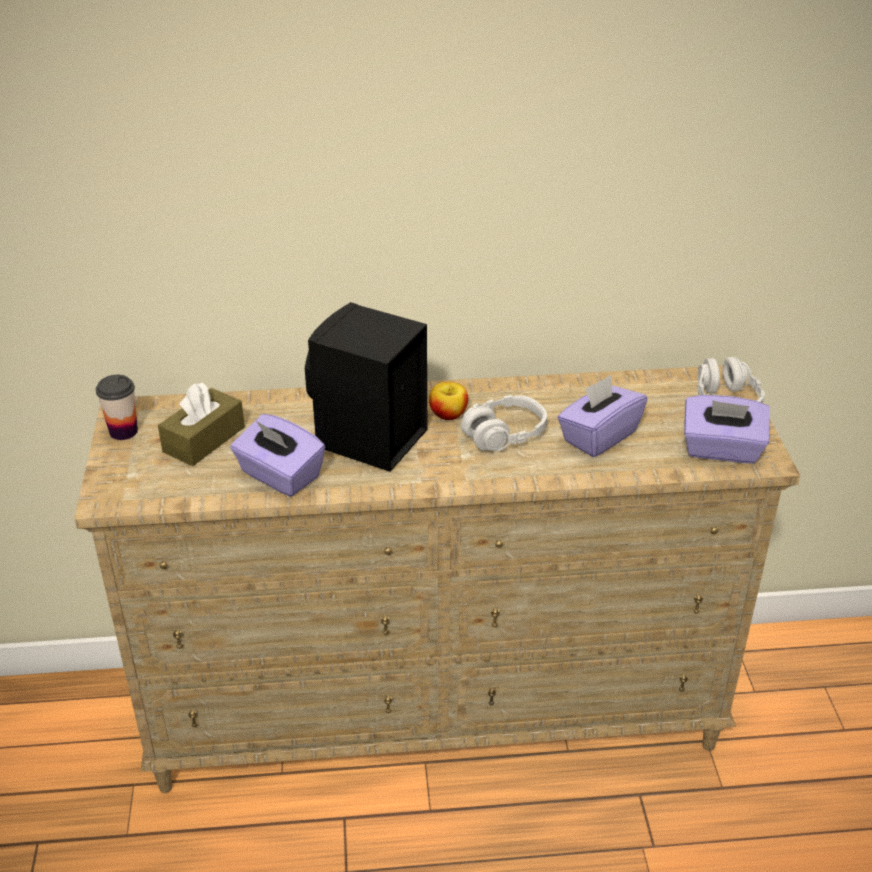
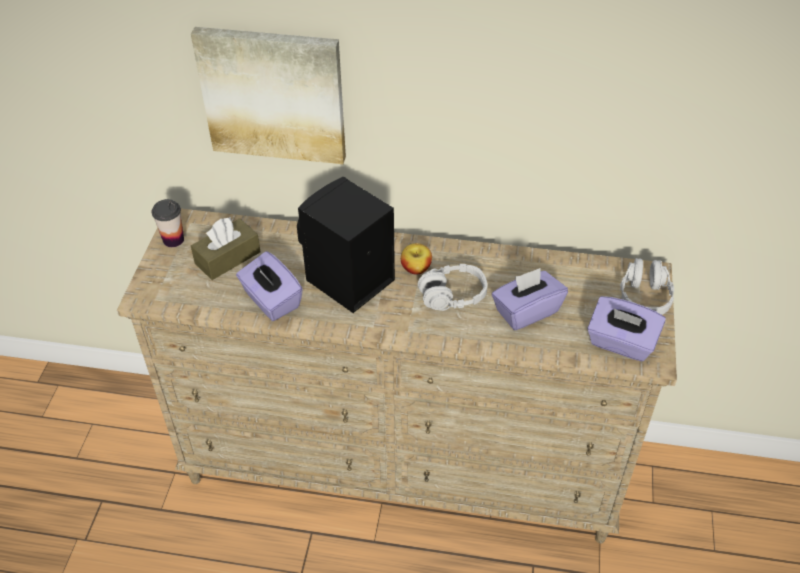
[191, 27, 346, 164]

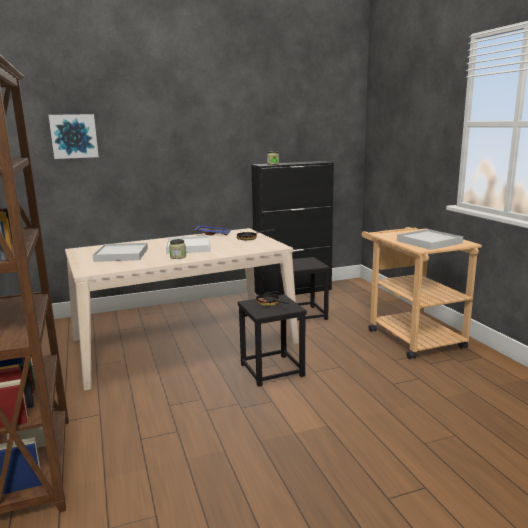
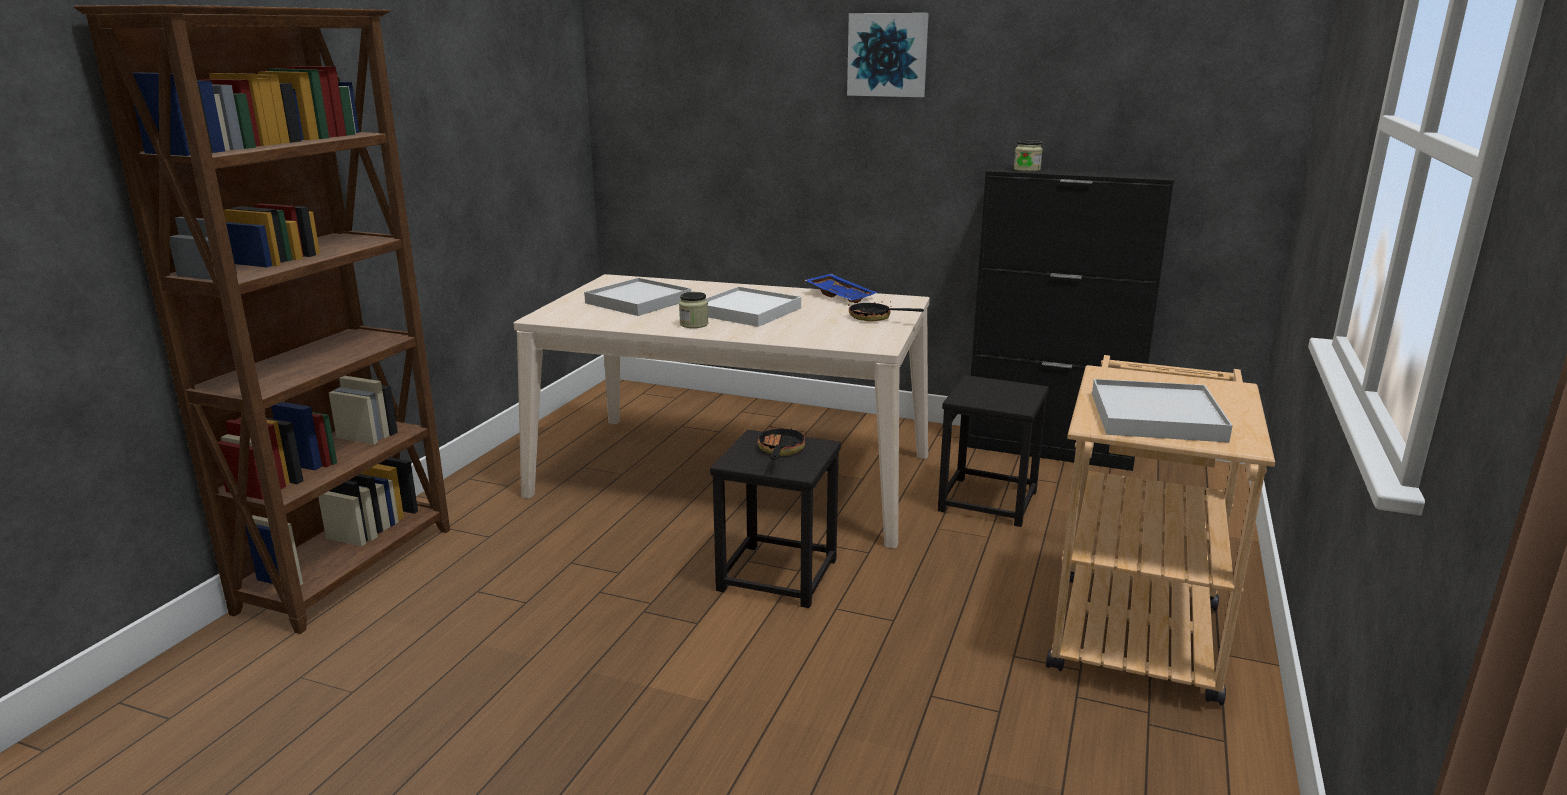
[847, 13, 929, 97]

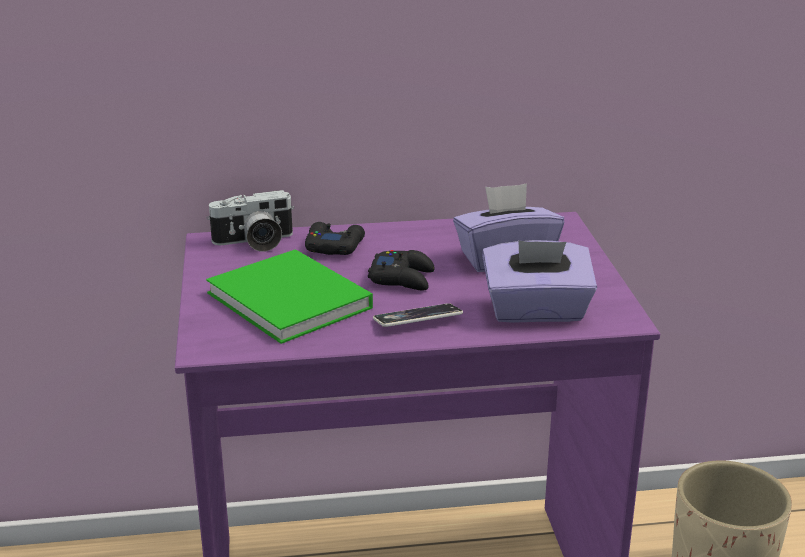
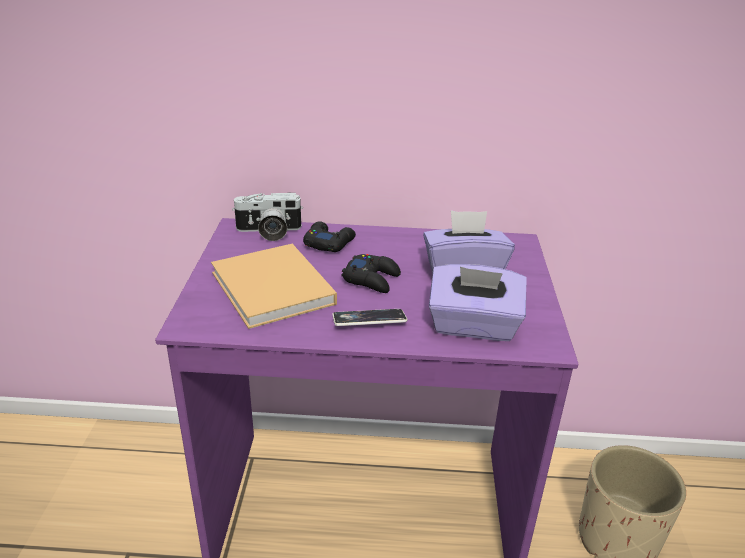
[211, 244, 337, 329]

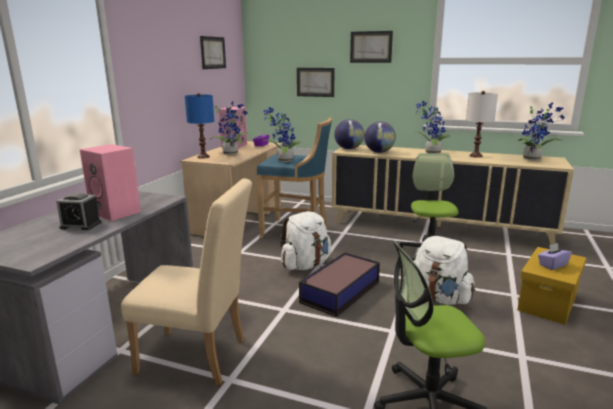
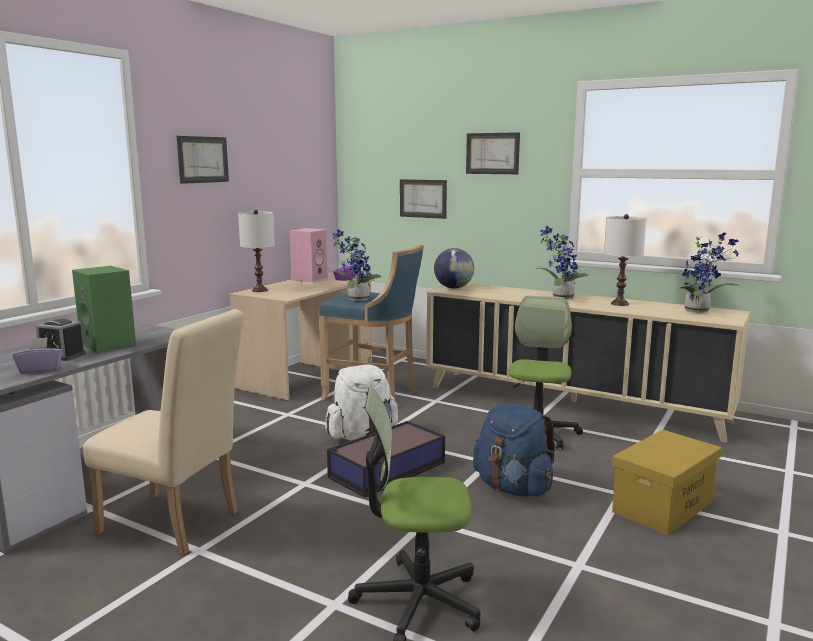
[12, 337, 63, 374]
[72, 266, 136, 354]
[177, 136, 229, 184]
[238, 210, 275, 292]
[473, 403, 556, 497]
[210, 101, 248, 155] (first image)
[364, 121, 396, 153] (first image)

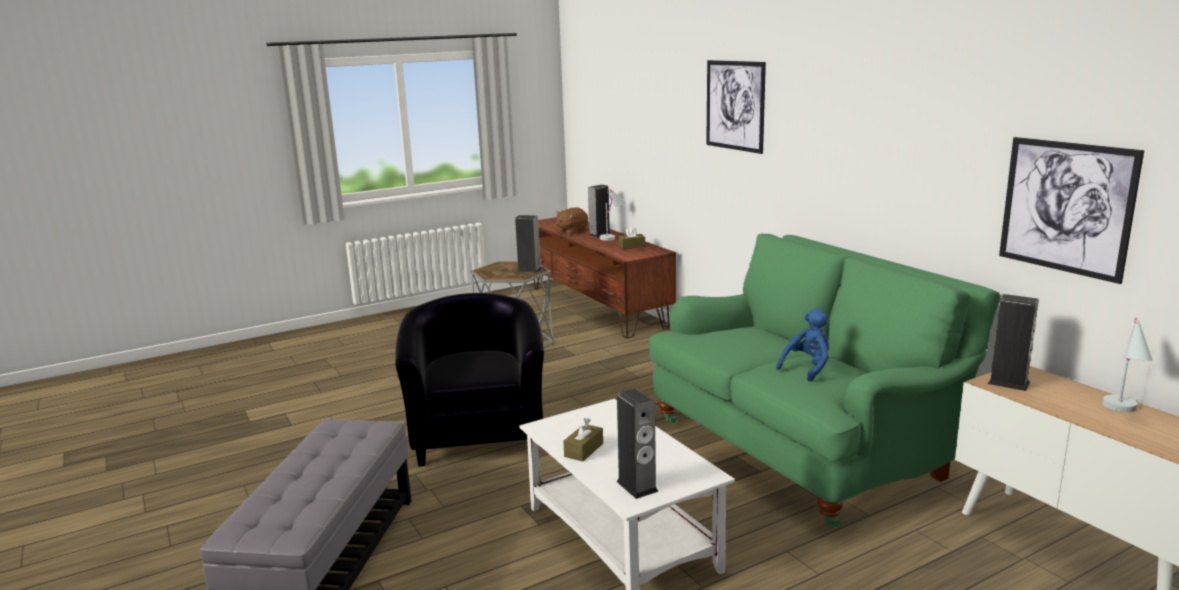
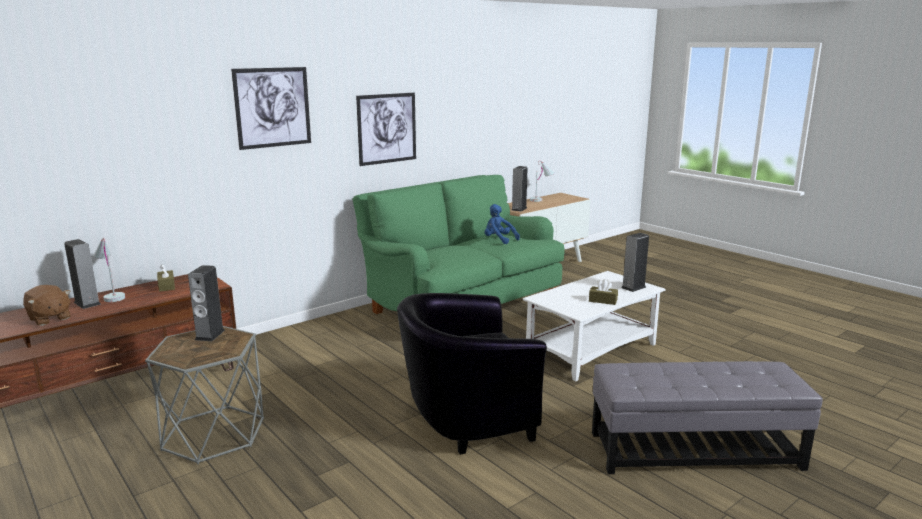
[356, 93, 416, 166]

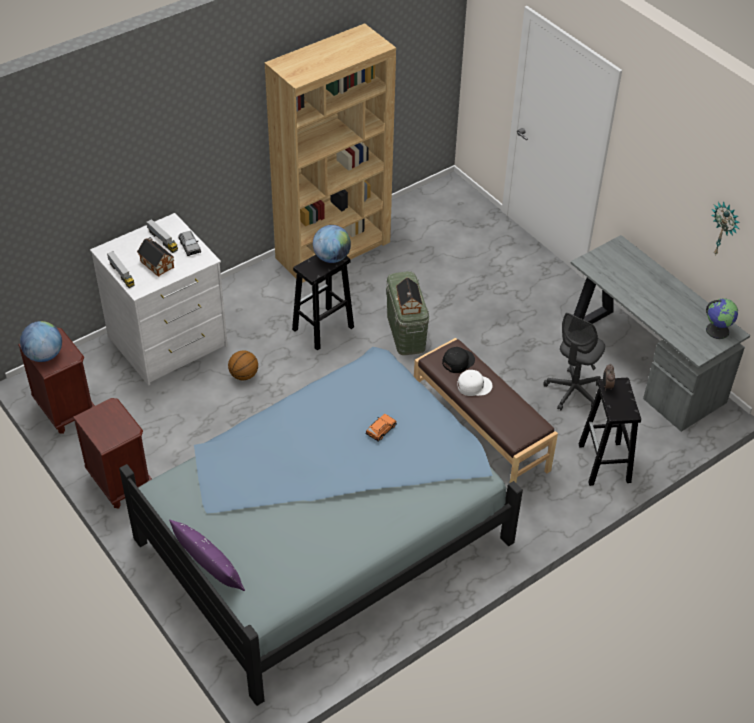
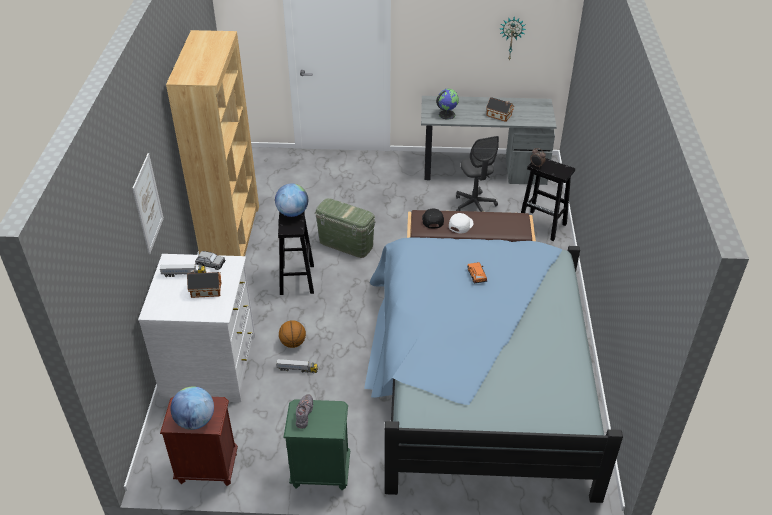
[132, 153, 164, 254]
[276, 359, 318, 373]
[283, 399, 350, 490]
[296, 394, 313, 429]
[436, 89, 459, 119]
[486, 97, 514, 122]
[169, 519, 245, 591] (first image)

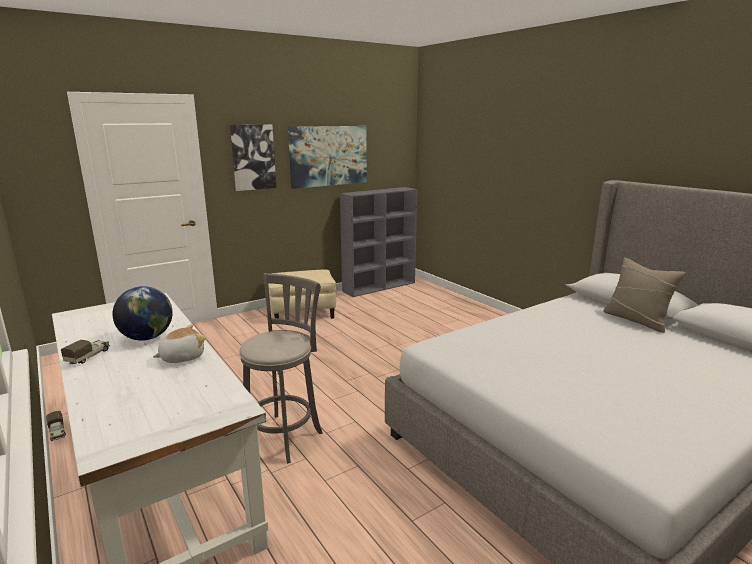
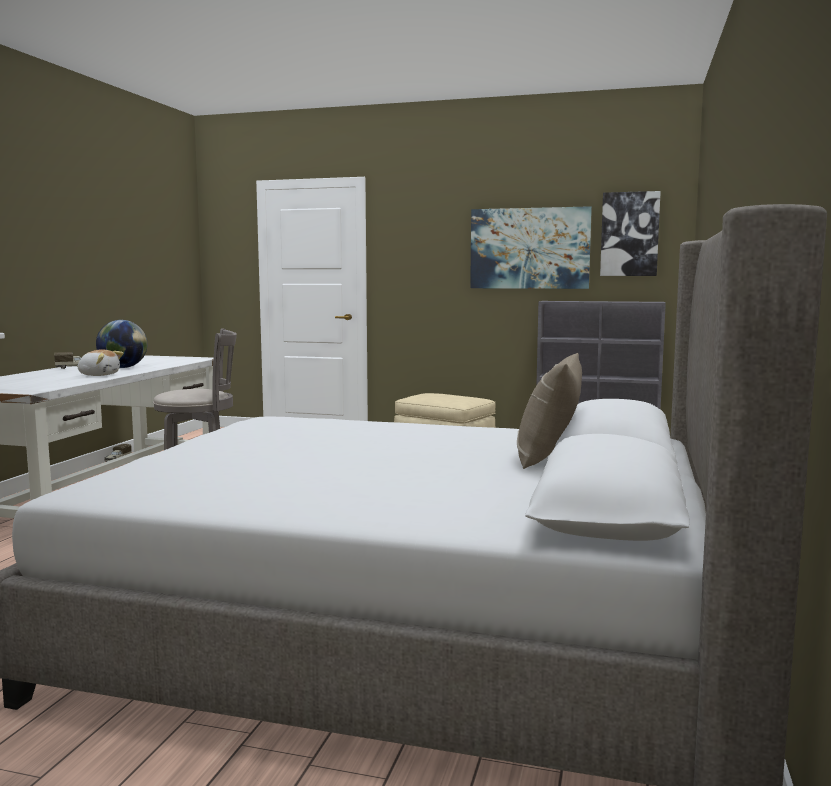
[600, 191, 661, 276]

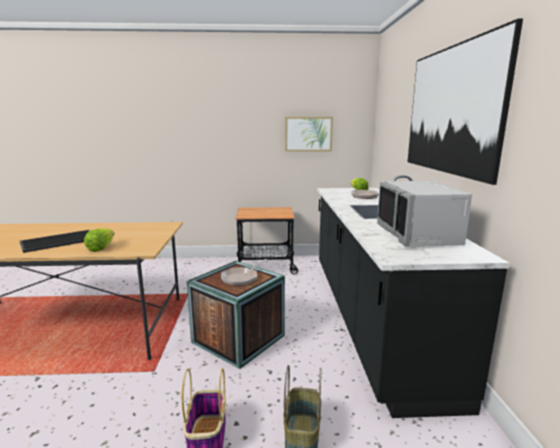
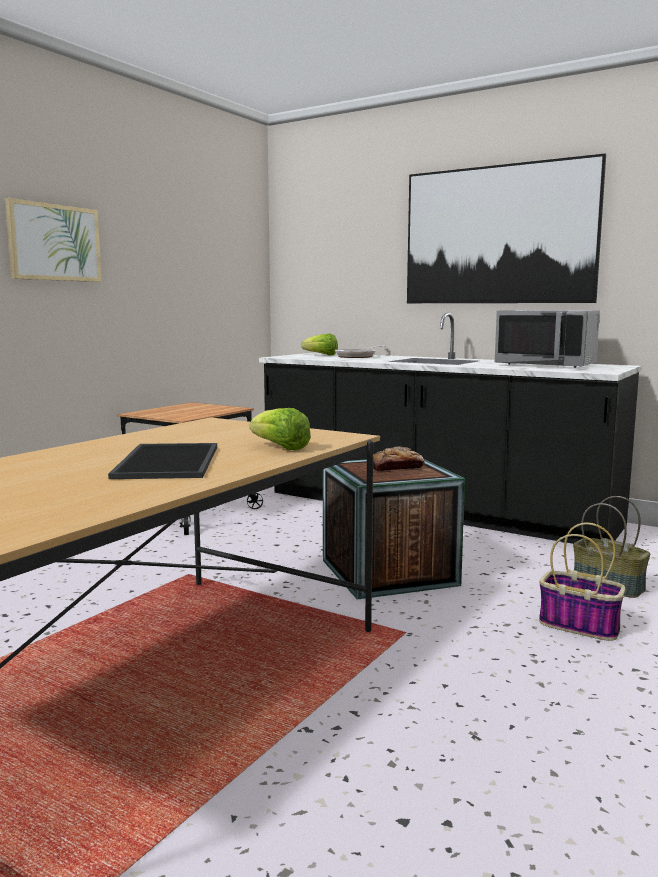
[5, 198, 102, 282]
[373, 447, 425, 471]

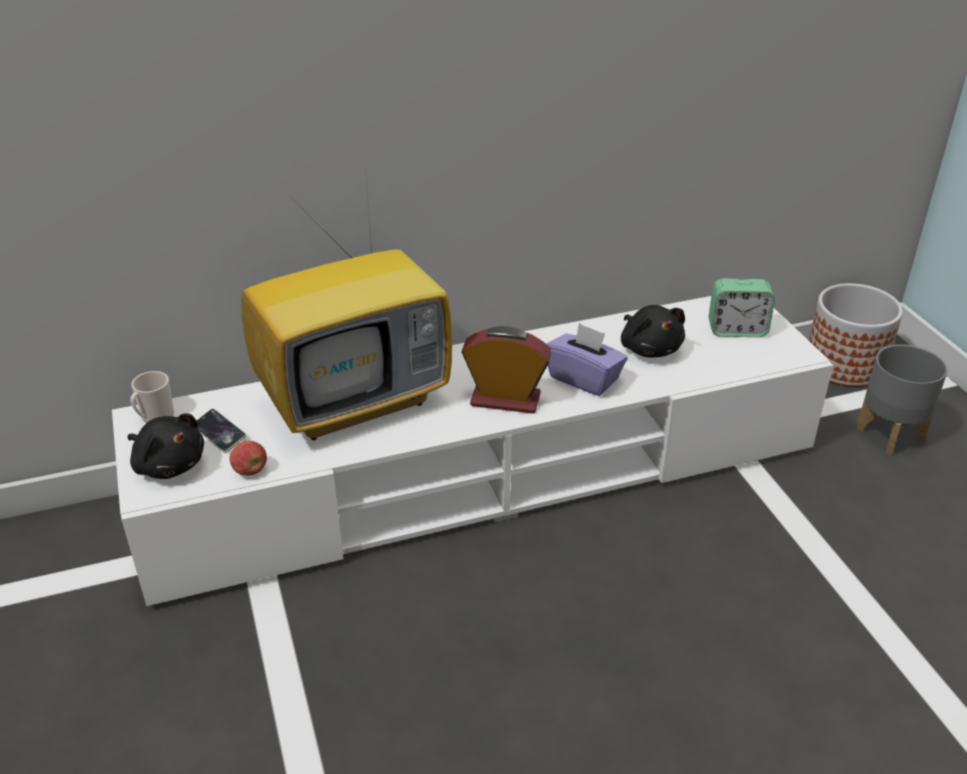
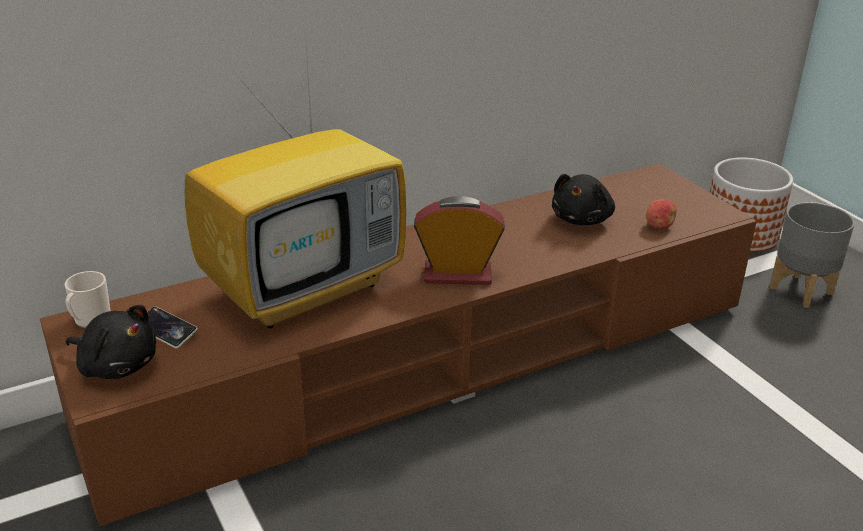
[40, 163, 757, 526]
[552, 174, 615, 225]
[646, 199, 676, 229]
[546, 323, 627, 396] (first image)
[709, 279, 775, 337] (first image)

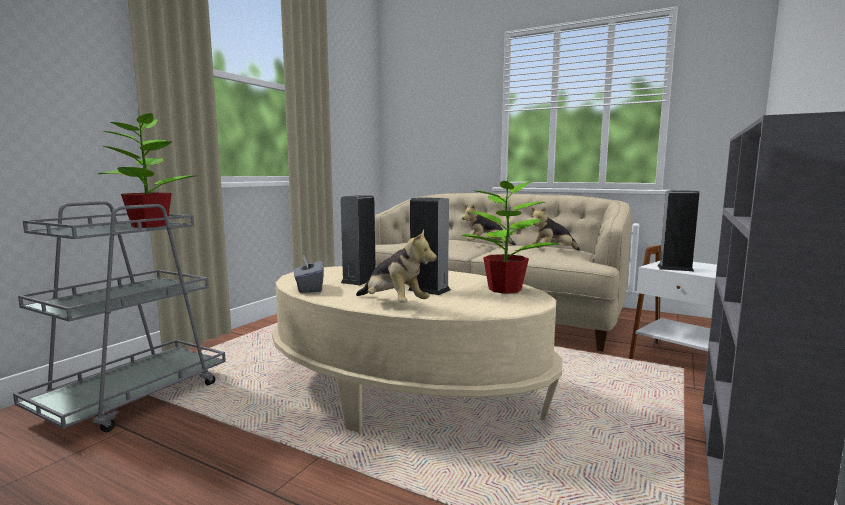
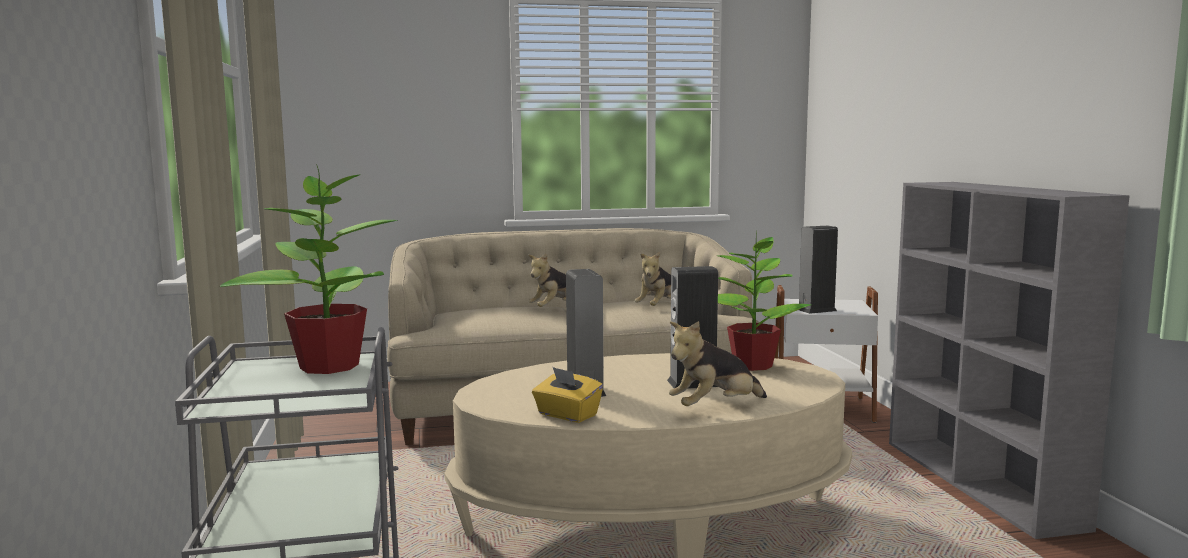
[532, 367, 603, 423]
[669, 321, 767, 406]

